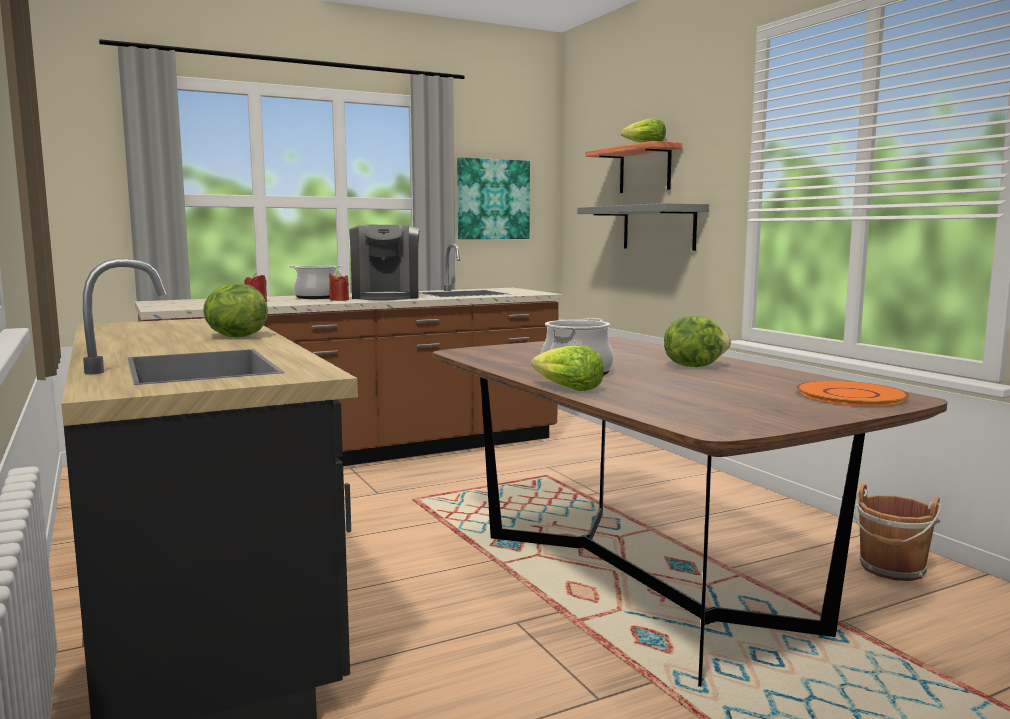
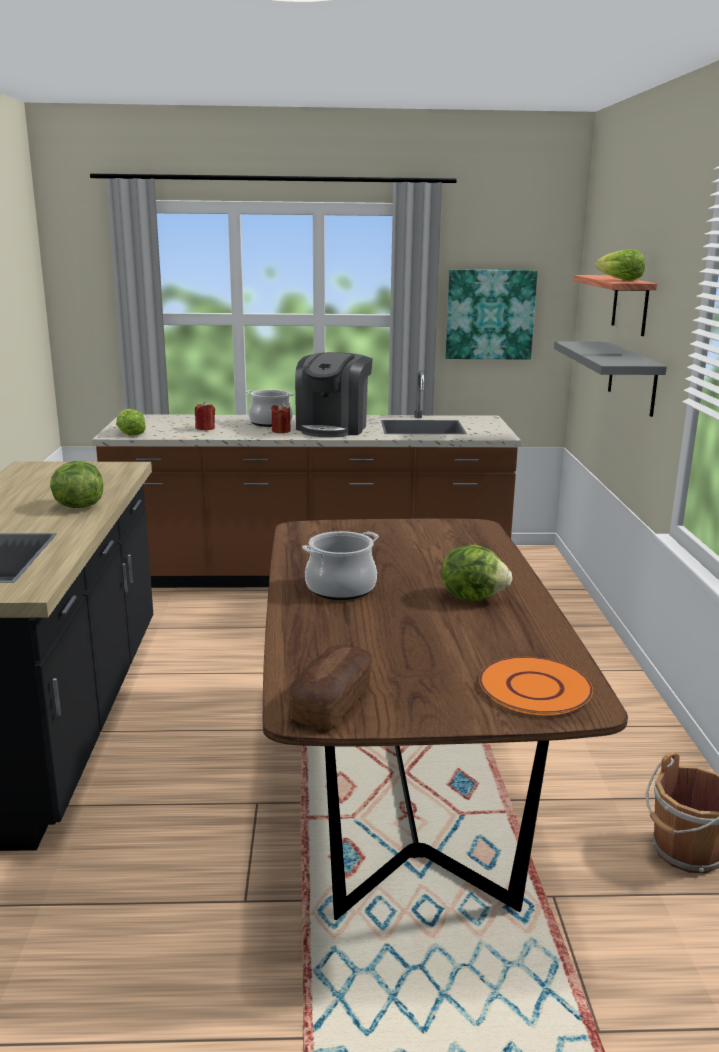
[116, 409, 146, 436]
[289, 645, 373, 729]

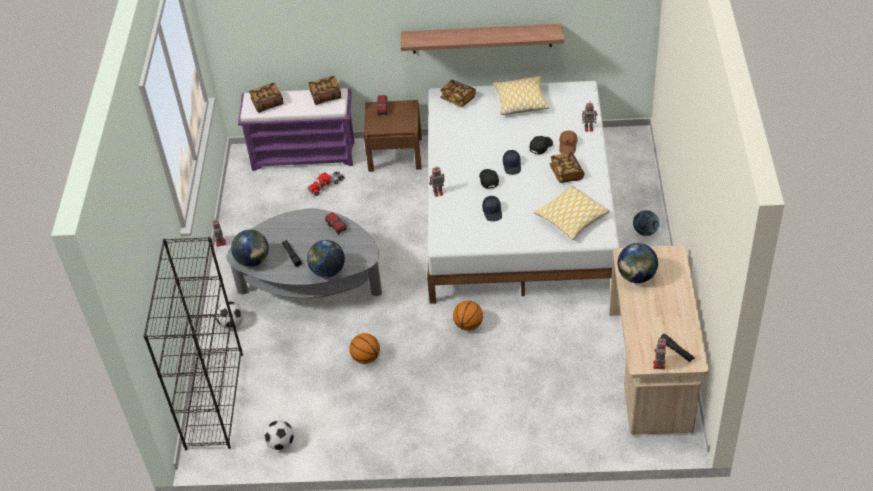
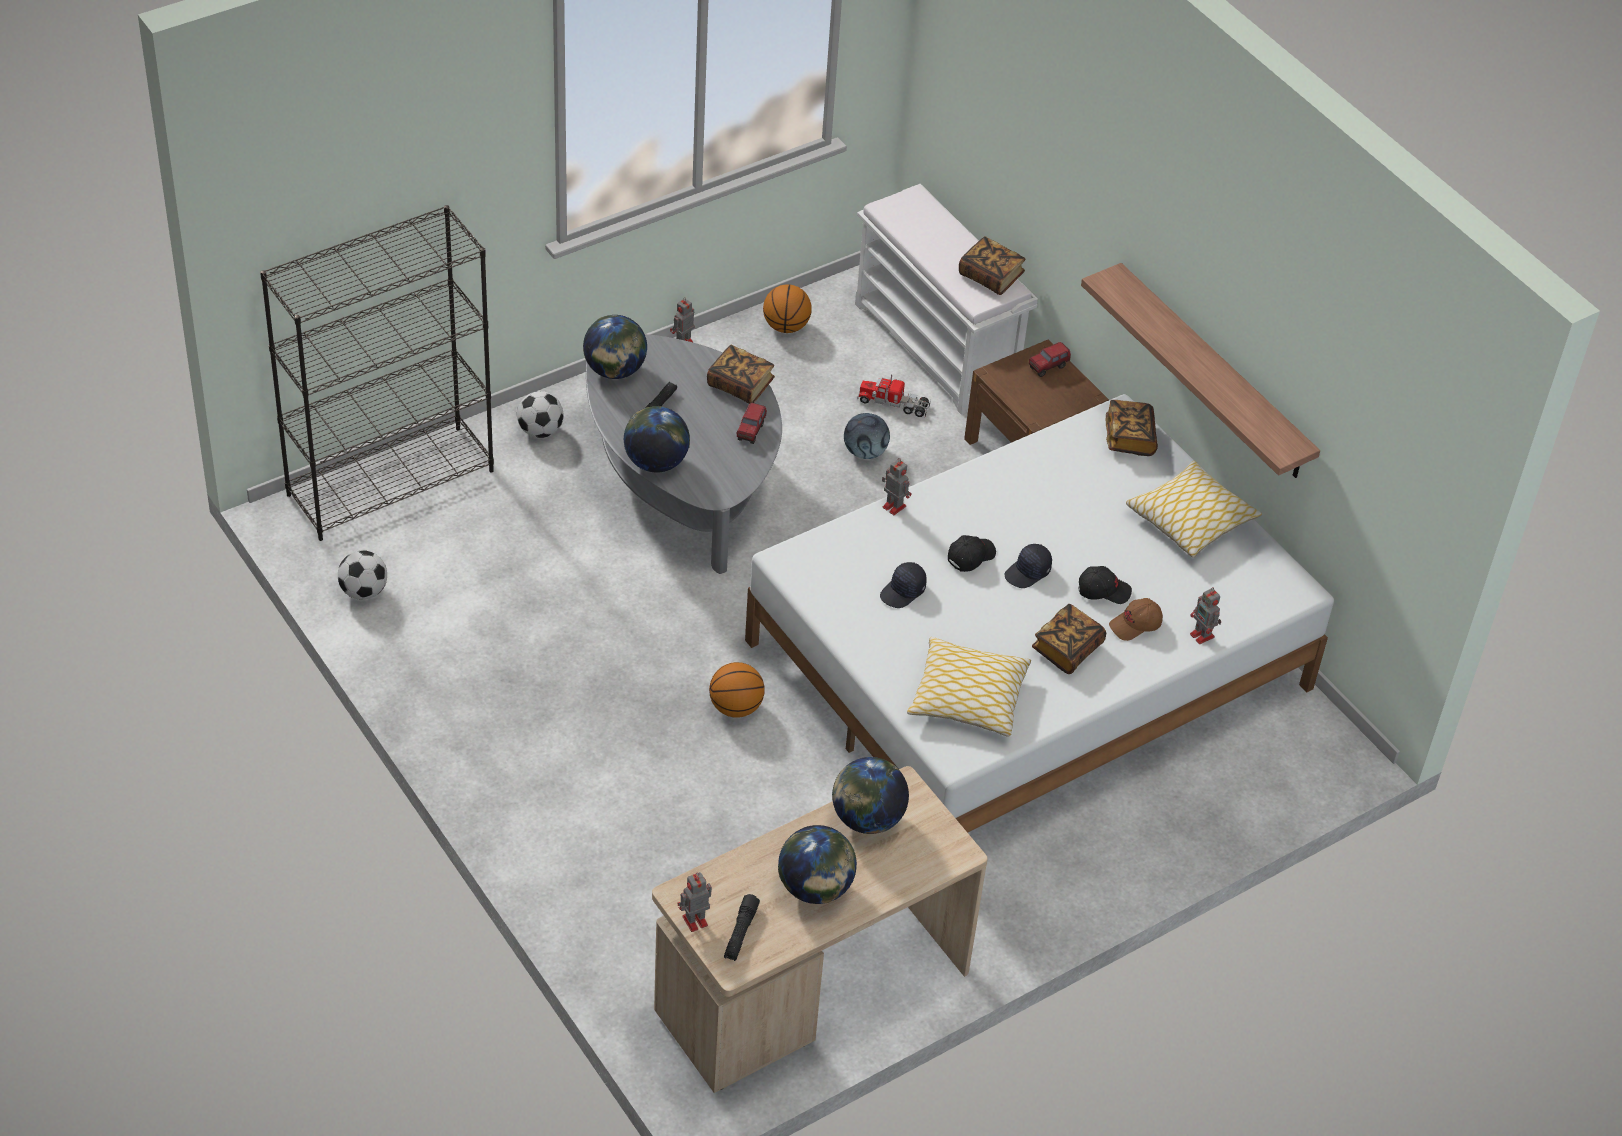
[707, 345, 775, 404]
[763, 284, 812, 333]
[778, 825, 857, 904]
[844, 413, 890, 459]
[855, 184, 1038, 415]

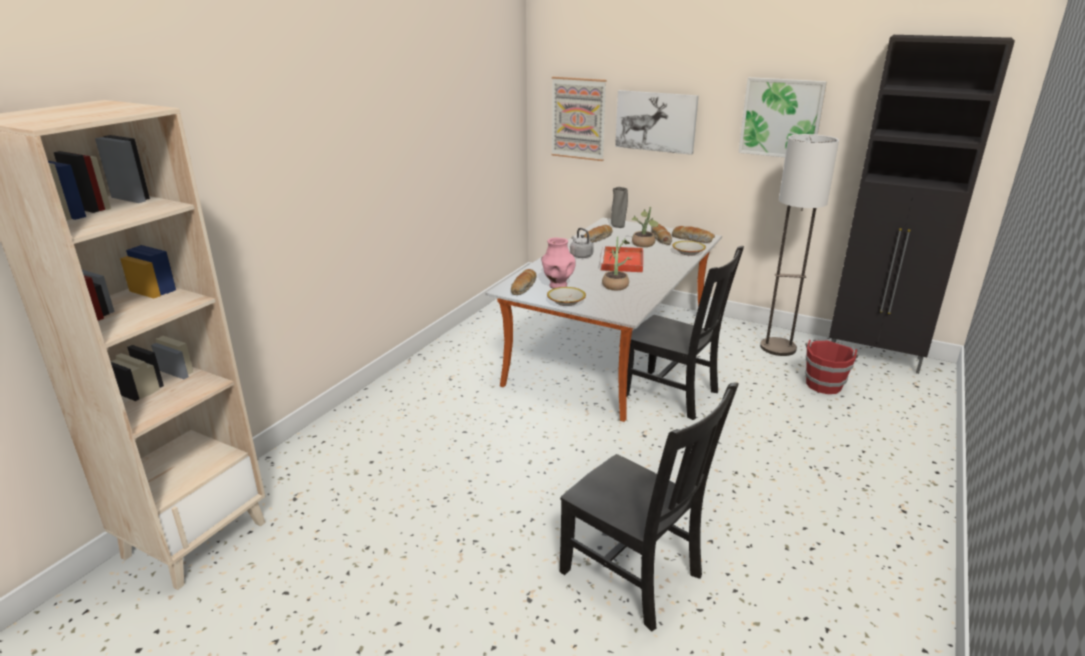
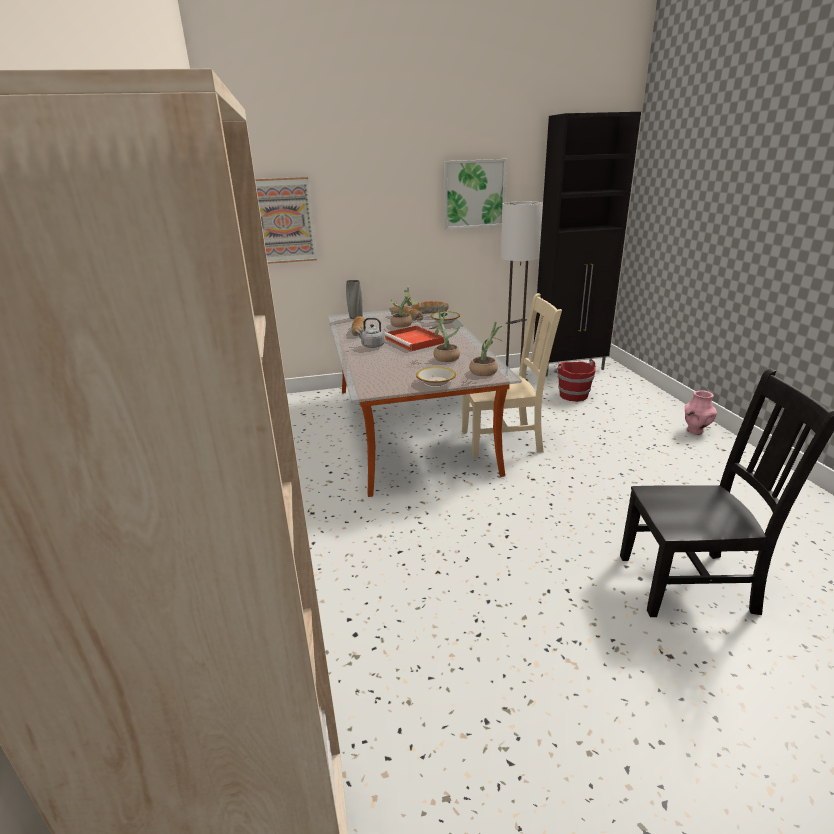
[462, 293, 562, 459]
[469, 321, 506, 376]
[685, 390, 717, 435]
[511, 269, 537, 295] (first image)
[615, 90, 699, 155] (first image)

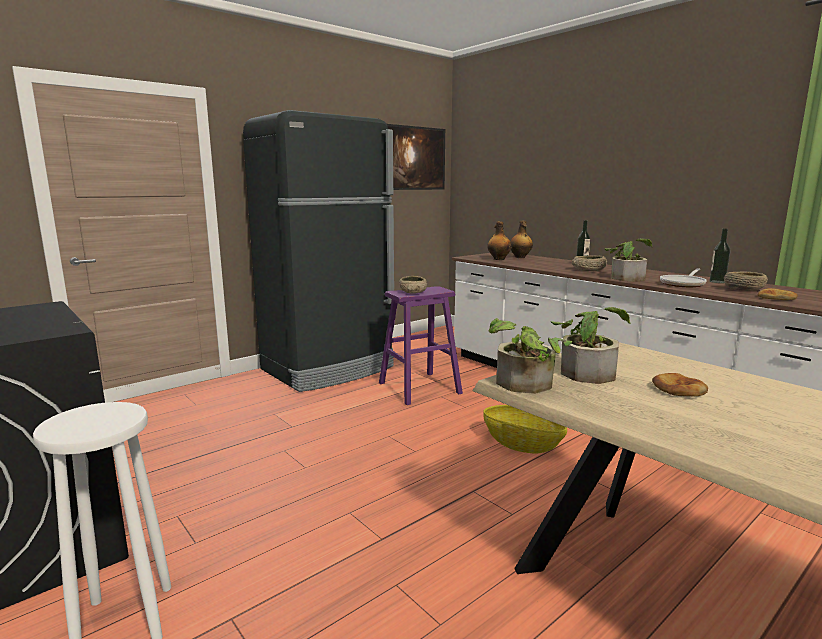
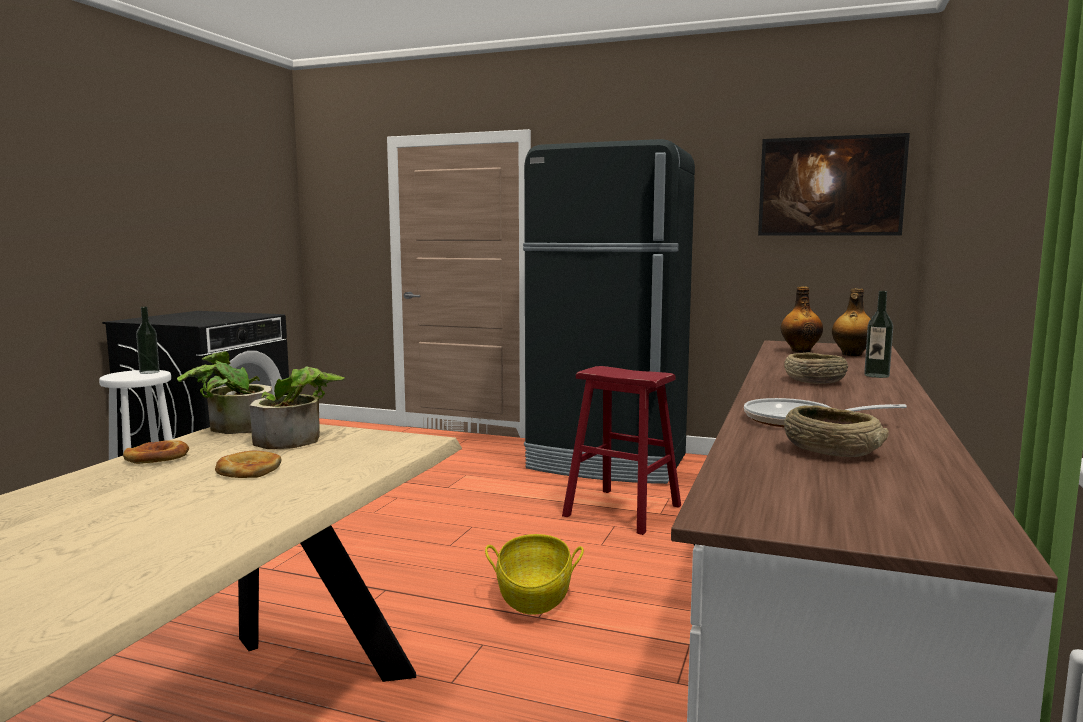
[123, 440, 189, 464]
[136, 307, 160, 374]
[562, 366, 681, 535]
[399, 276, 427, 294] (first image)
[604, 238, 652, 281] (first image)

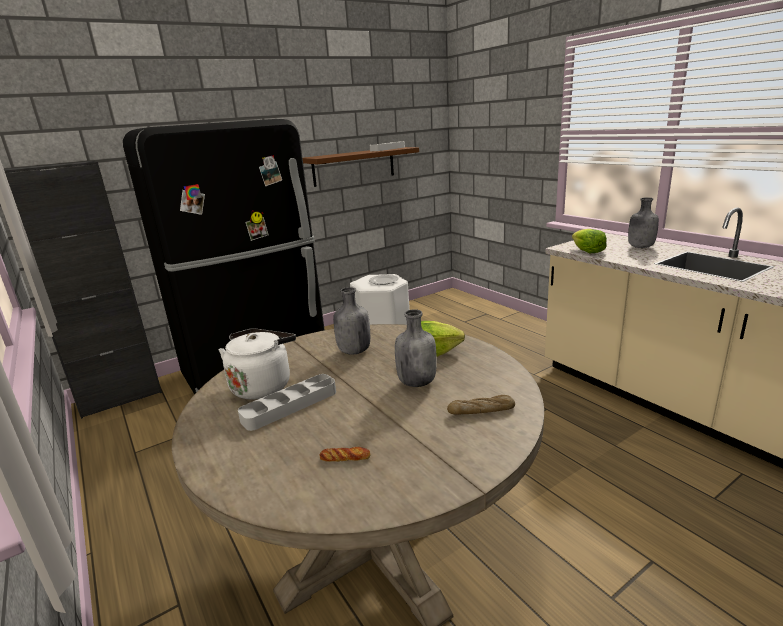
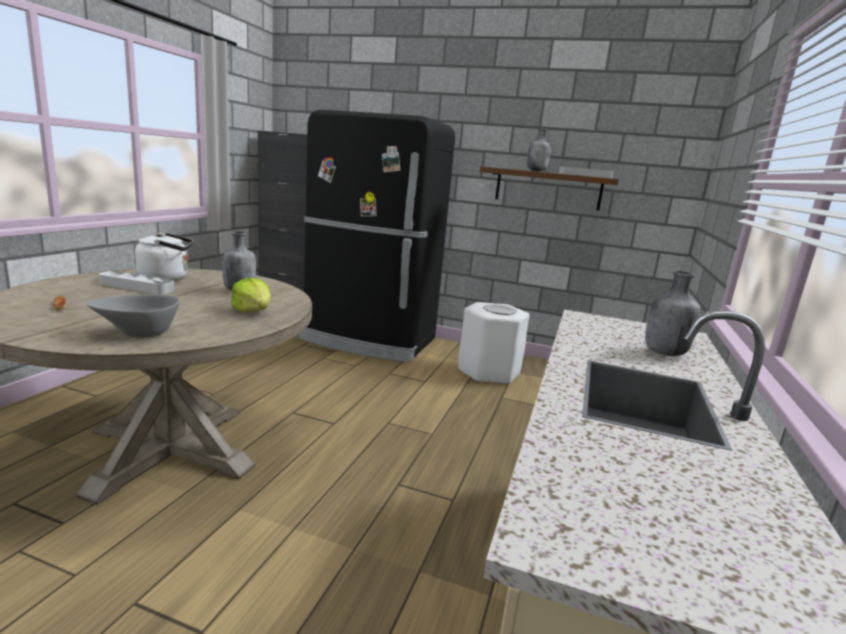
[86, 294, 180, 338]
[527, 128, 551, 171]
[572, 229, 607, 253] (first image)

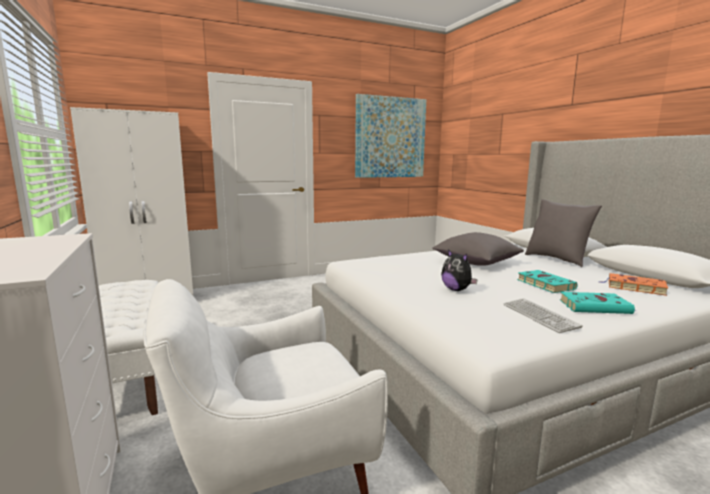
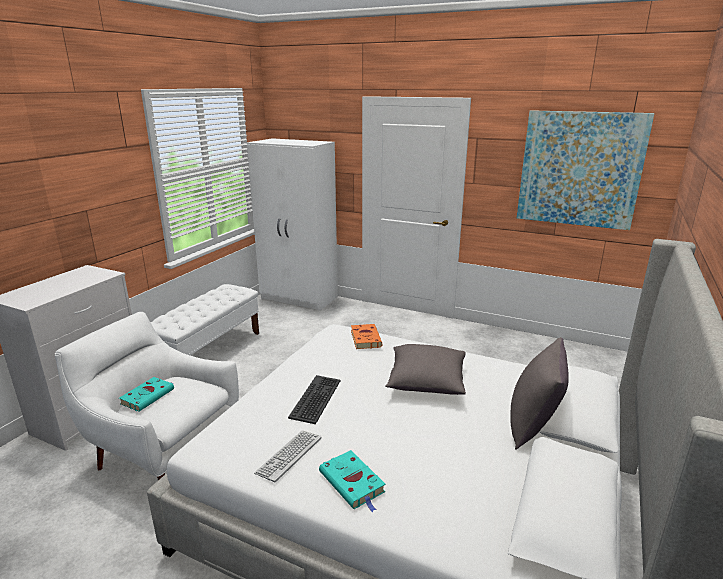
[119, 377, 174, 412]
[288, 375, 341, 424]
[351, 324, 382, 349]

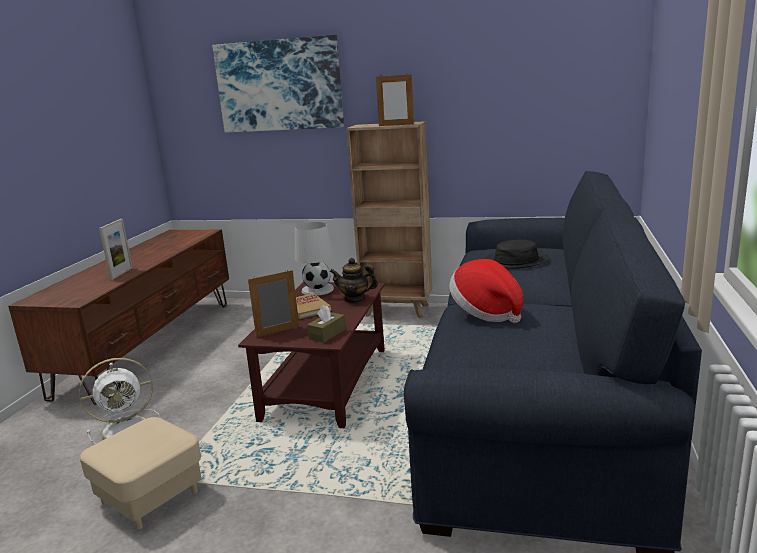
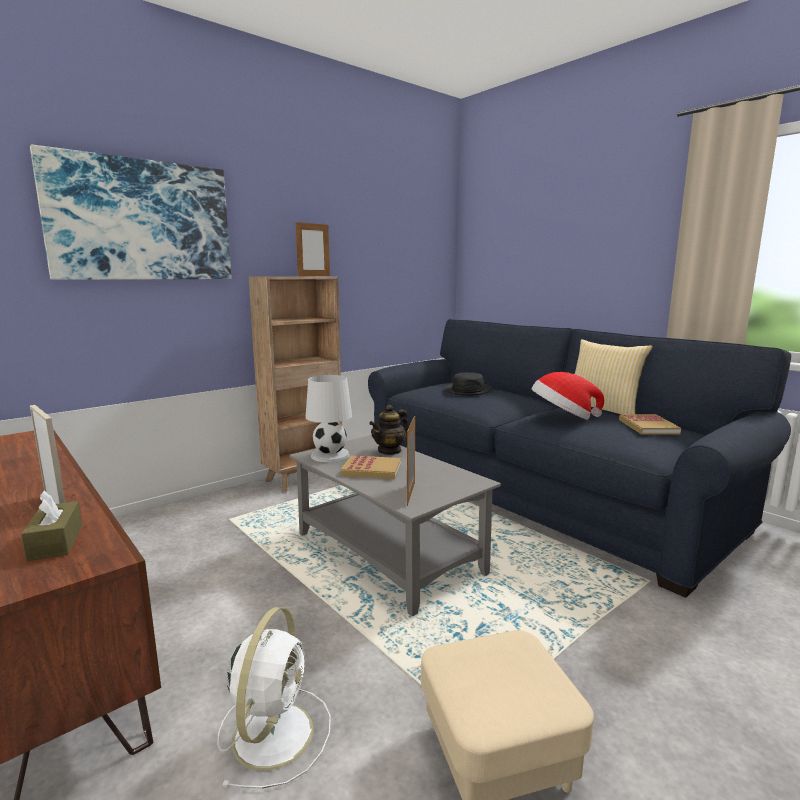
[21, 491, 82, 561]
[289, 435, 501, 617]
[575, 339, 653, 414]
[619, 414, 681, 435]

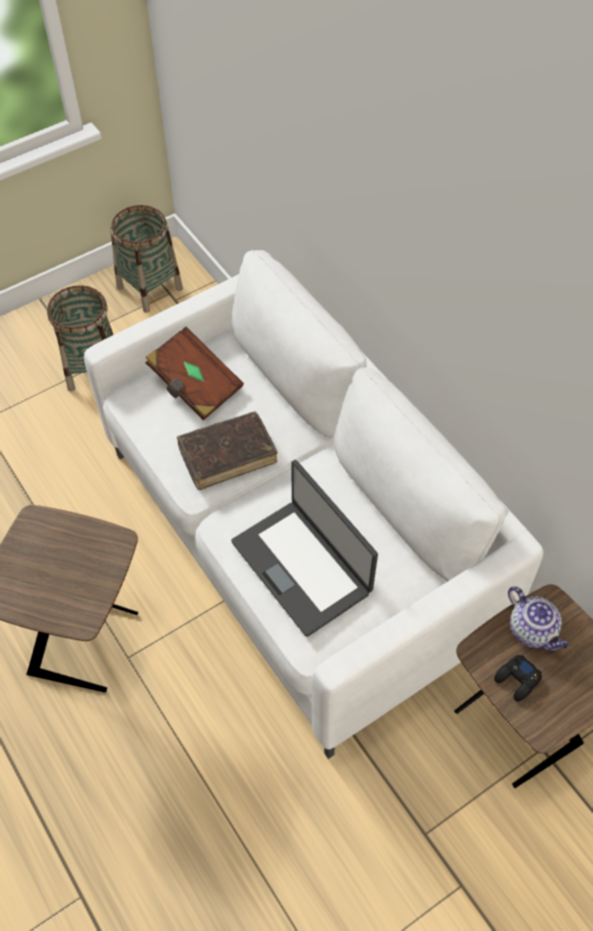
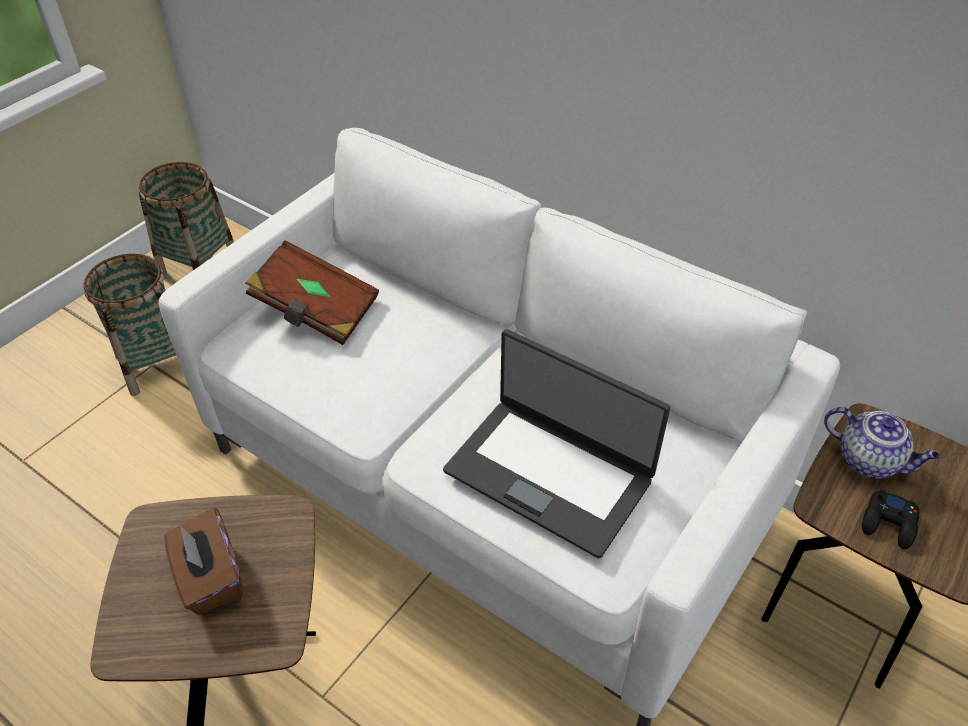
[165, 508, 243, 614]
[177, 411, 277, 490] (first image)

